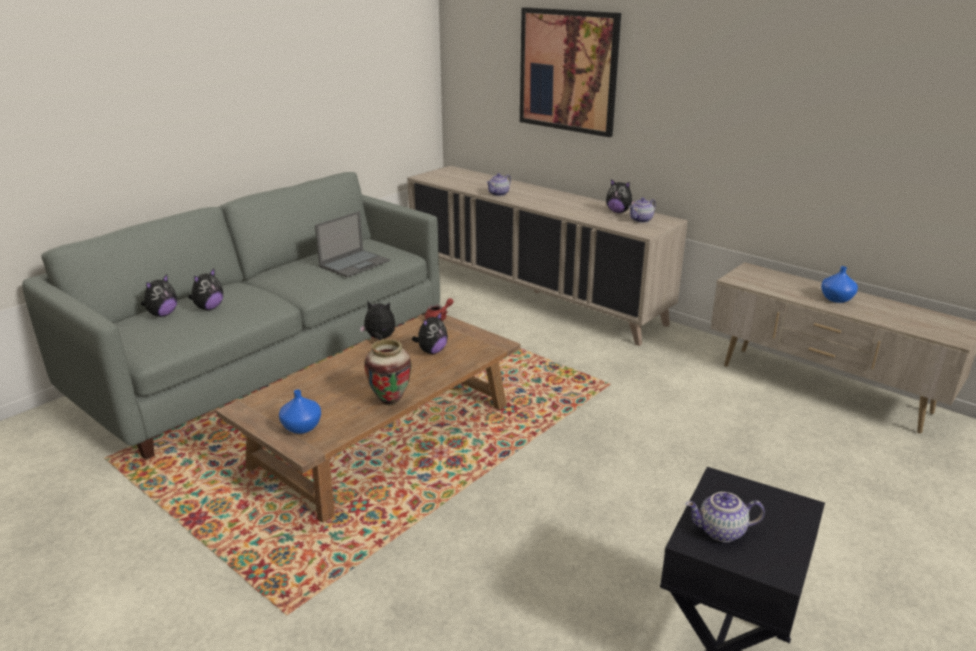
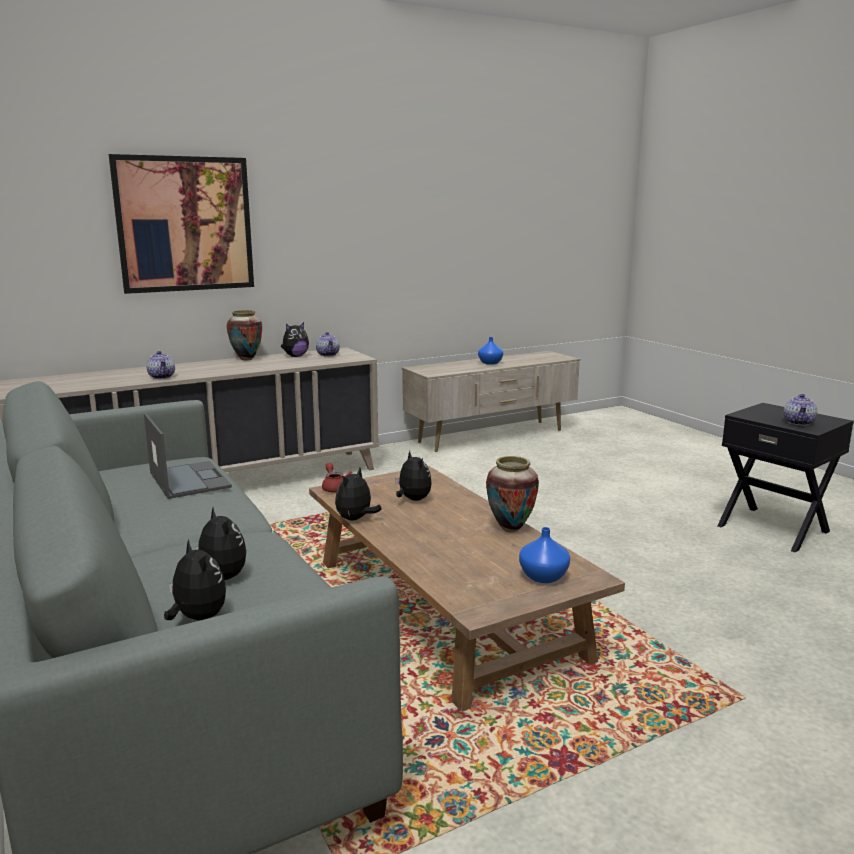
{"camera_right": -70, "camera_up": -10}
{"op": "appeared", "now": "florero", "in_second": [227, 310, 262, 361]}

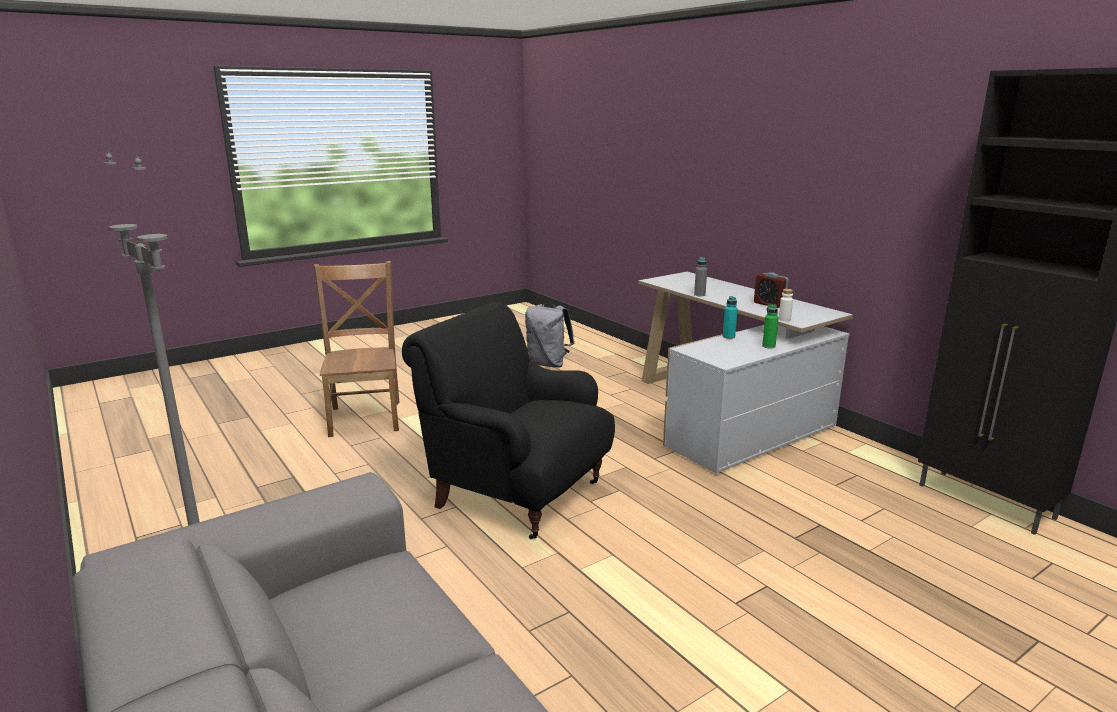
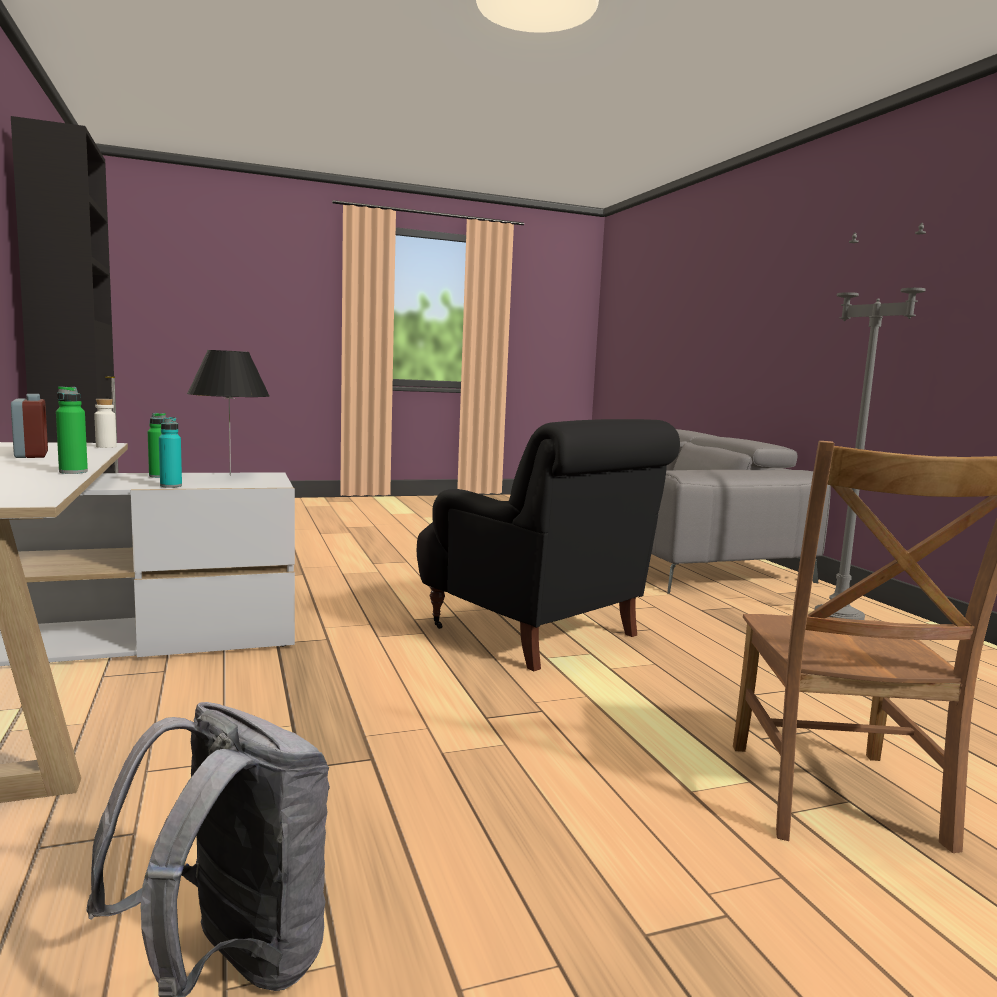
{"camera_right": -165, "camera_up": -10}
{"op": "colour", "was": "botella [gris]", "now": "botella [verde]", "in_first": [694, 257, 707, 296], "in_second": [56, 386, 88, 474]}
{"op": "appeared", "now": "lámpara de mesa [negro]", "in_second": [187, 350, 270, 476]}

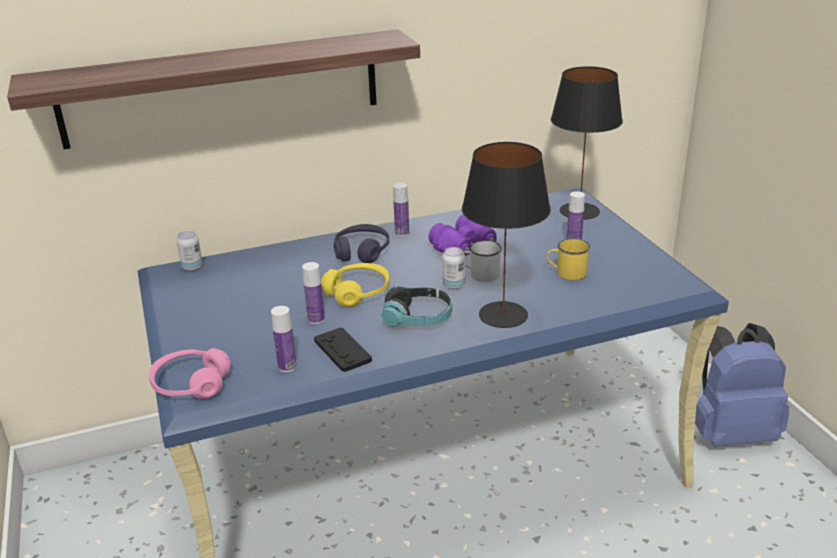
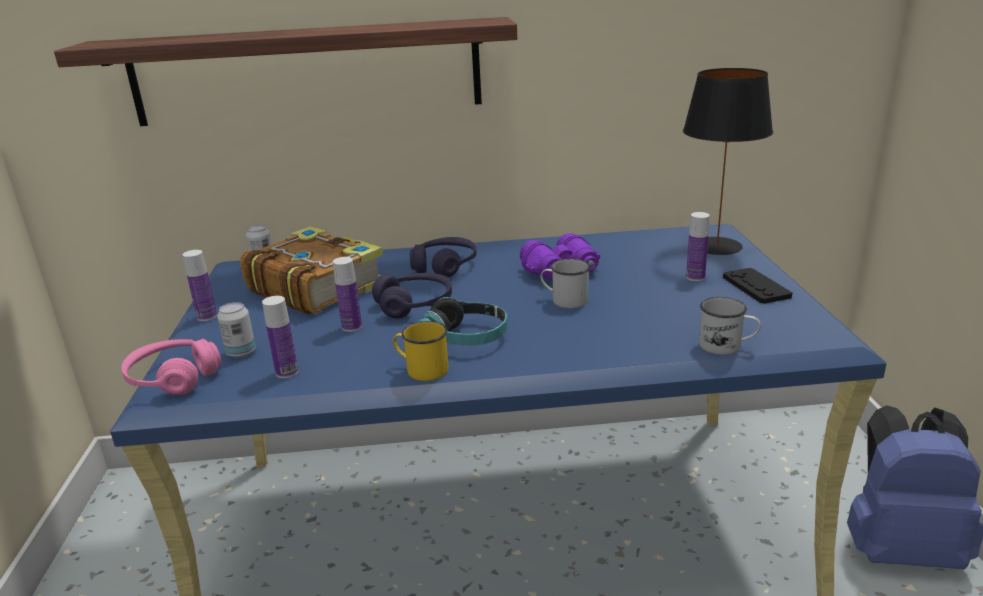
{"camera_right": 15, "camera_up": -5}
{"op": "relocated", "was": "mando de consola [negro]", "in_first": [314, 327, 372, 372], "in_second": [723, 268, 792, 304]}
{"op": "colour", "was": "auriculares [amarillo]", "now": "auriculares [morado]", "in_first": [321, 263, 389, 307], "in_second": [372, 273, 452, 319]}
{"op": "relocated", "was": "botella", "in_first": [393, 183, 409, 236], "in_second": [183, 250, 217, 321]}
{"op": "relocated", "was": "lata", "in_first": [442, 247, 465, 289], "in_second": [217, 302, 256, 358]}
{"op": "missing", "was": "lámpara de mesa [negro]", "in_first": [462, 142, 551, 328]}
{"op": "relocated", "was": "taza grande [amarillo]", "in_first": [547, 238, 590, 280], "in_second": [393, 321, 449, 381]}
{"op": "appeared", "now": "libro", "in_second": [240, 226, 383, 314]}
{"op": "appeared", "now": "taza grande [blanco]", "in_second": [699, 297, 761, 355]}

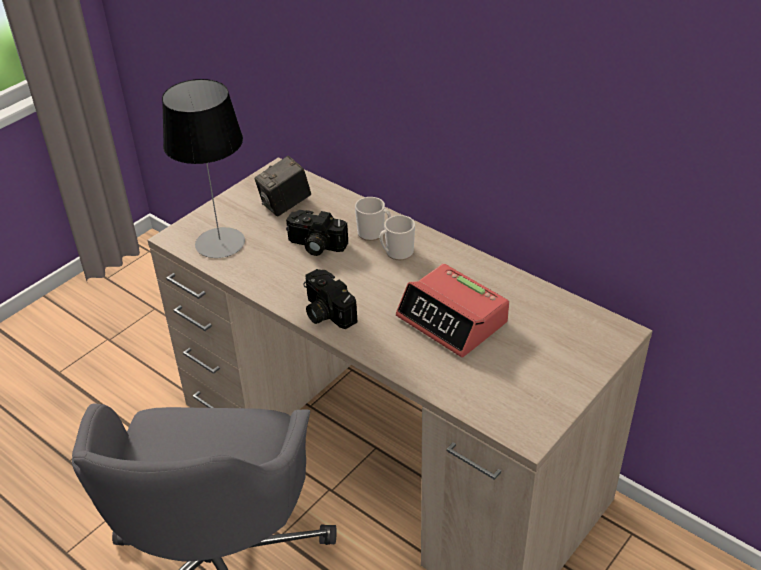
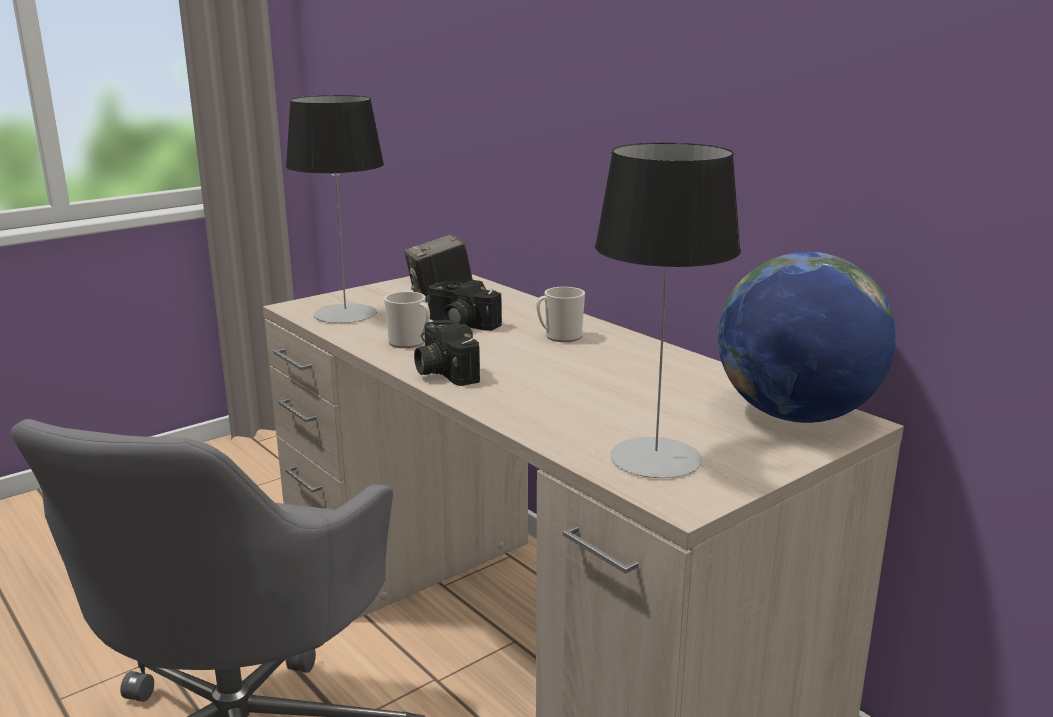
{"camera_right": 10, "camera_up": -20}
{"op": "relocated", "was": "taza grande", "in_first": [355, 197, 391, 241], "in_second": [384, 292, 430, 348]}
{"op": "missing", "was": "despertador", "in_first": [396, 264, 509, 357]}
{"op": "appeared", "now": "lámpara de mesa", "in_second": [595, 143, 741, 478]}
{"op": "appeared", "now": "globo terráqueo", "in_second": [718, 252, 896, 423]}

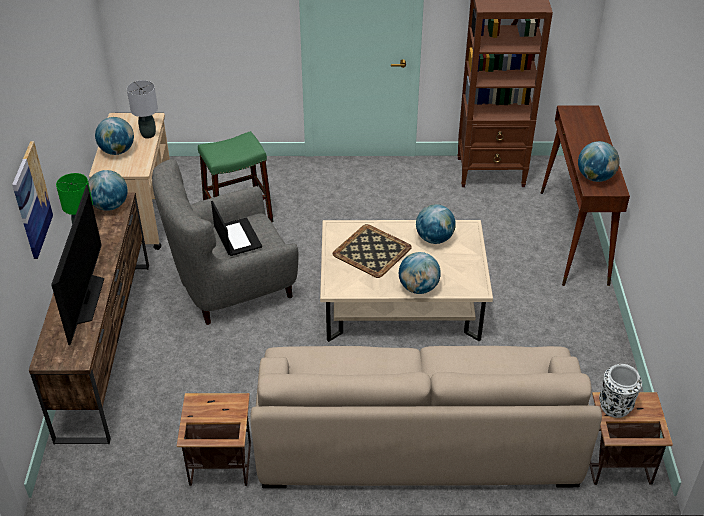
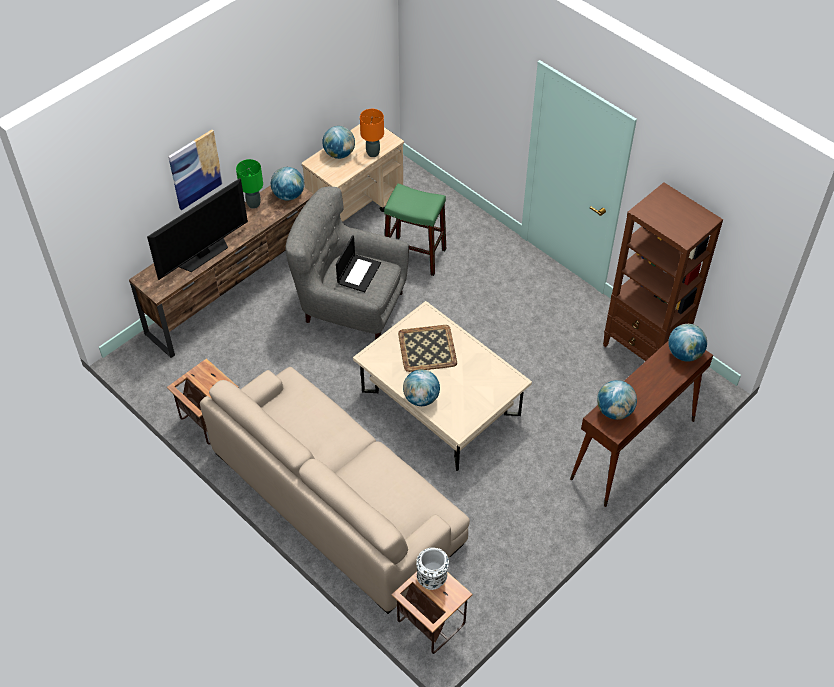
{"camera_right": 45, "camera_up": 10}
{"op": "colour", "was": "lámpara de mesa [gris]", "now": "lámpara de mesa [naranja]", "in_first": [127, 80, 158, 139], "in_second": [360, 109, 384, 157]}
{"op": "relocated", "was": "globo terráqueo", "in_first": [416, 204, 456, 244], "in_second": [668, 324, 707, 362]}

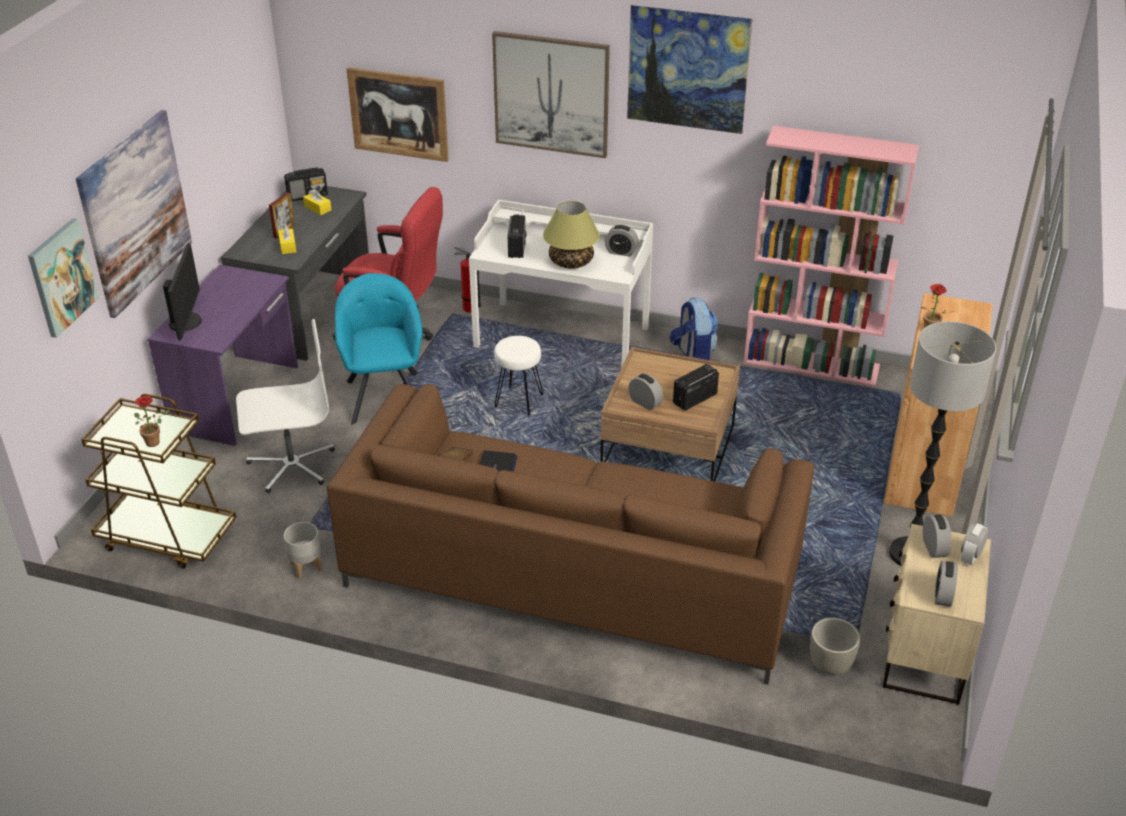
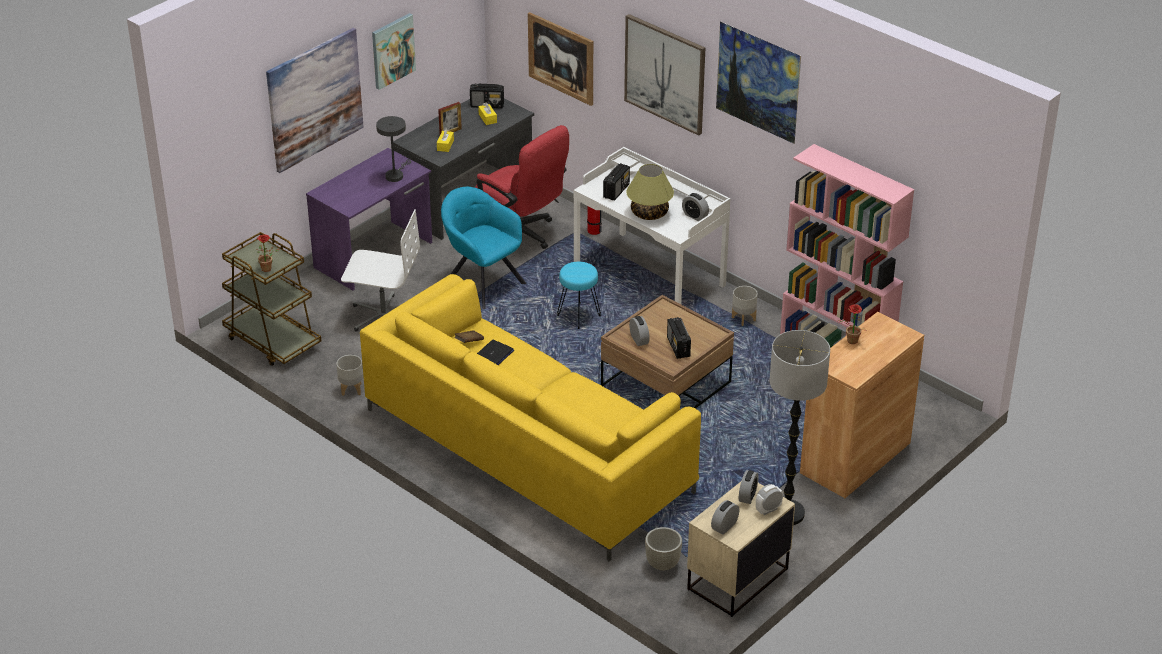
{"camera_right": 25, "camera_up": 0}
{"op": "relocated", "was": "cuadro", "in_first": [28, 218, 99, 338], "in_second": [372, 13, 416, 90]}
{"op": "missing", "was": "monitor", "in_first": [163, 243, 202, 341]}
{"op": "colour", "was": "sofá [marrón]", "now": "sofá [amarillo]", "in_first": [327, 384, 814, 685], "in_second": [360, 274, 701, 561]}
{"op": "spun", "was": "sillón [turquesa]", "in_first": [335, 273, 423, 425], "in_second": [441, 187, 527, 309], "clockwise": -60}
{"op": "colour", "was": "taburete [blanco]", "now": "taburete [turquesa]", "in_first": [494, 336, 543, 415], "in_second": [557, 262, 601, 329]}
{"op": "exchanged", "was": "mochila", "now": "maceta [gris]", "in_first": [670, 297, 718, 360], "in_second": [732, 286, 758, 326]}
{"op": "spun", "was": "radio", "in_first": [673, 364, 719, 411], "in_second": [667, 317, 691, 359], "clockwise": -90}
{"op": "appeared", "now": "lámpara de mesa [gris]", "in_second": [376, 116, 411, 182]}

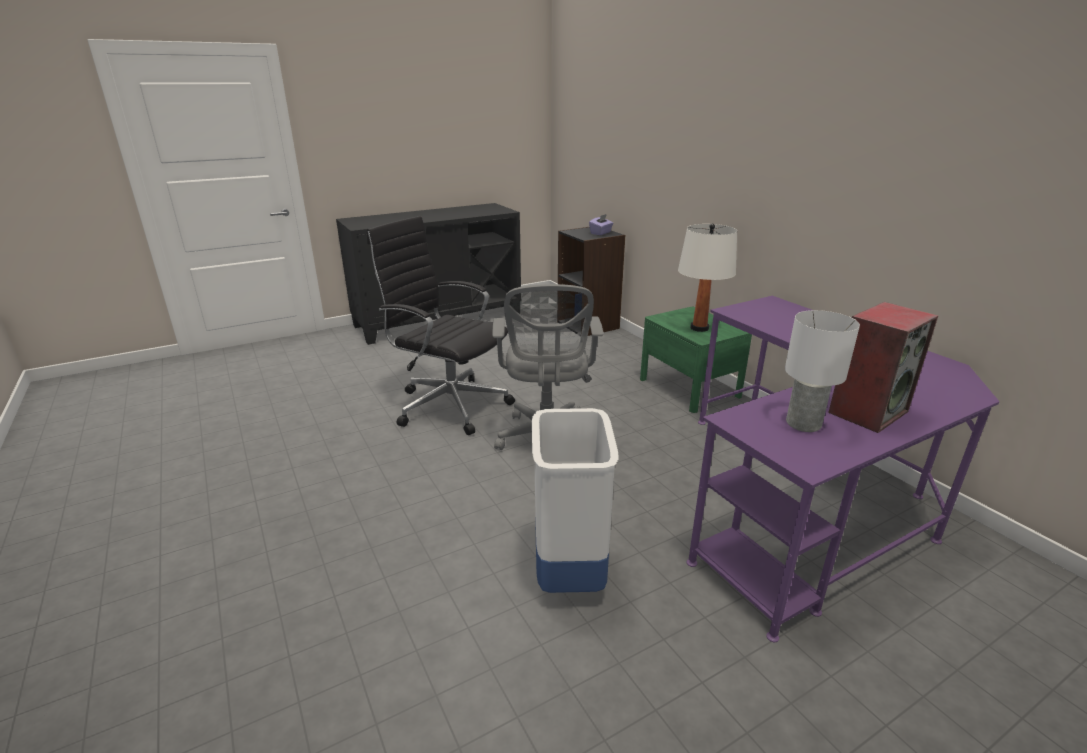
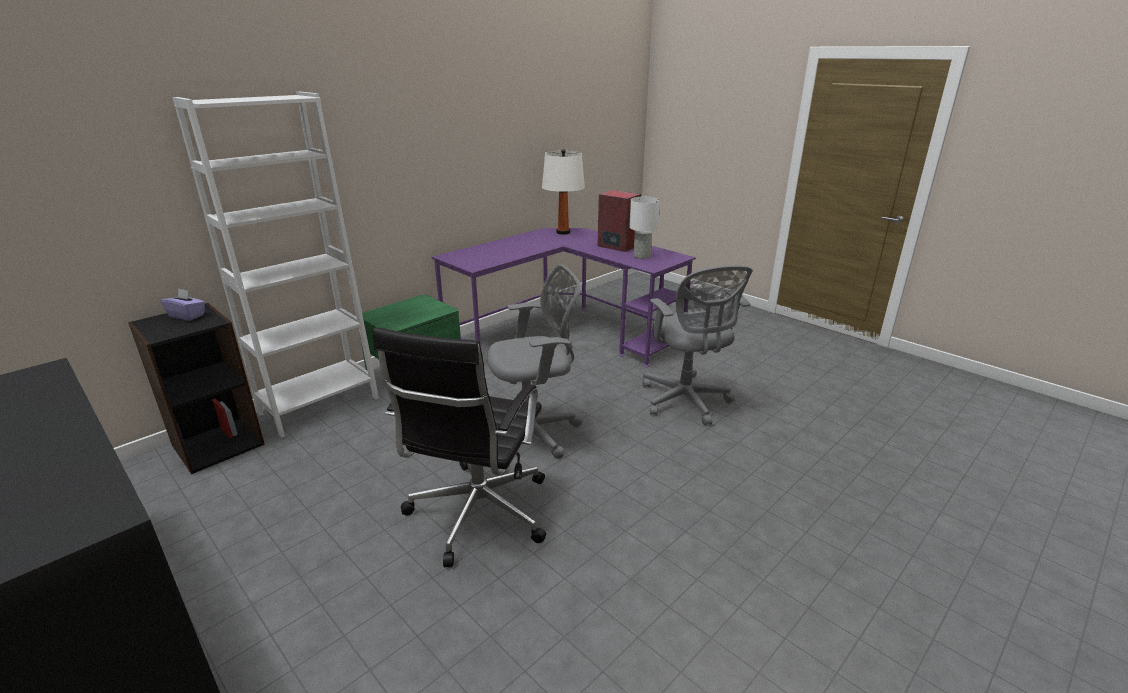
{"camera_right": -105, "camera_up": 0}
{"op": "exchanged", "was": "papelera [blanco]", "now": "silla de oficina [gris]", "in_first": [532, 408, 619, 593], "in_second": [642, 265, 753, 425]}
{"op": "relocated", "was": "lámpara de mesa [blanco]", "in_first": [678, 224, 737, 332], "in_second": [542, 149, 585, 235]}
{"op": "appeared", "now": "estantería [blanco]", "in_second": [173, 92, 379, 438]}

